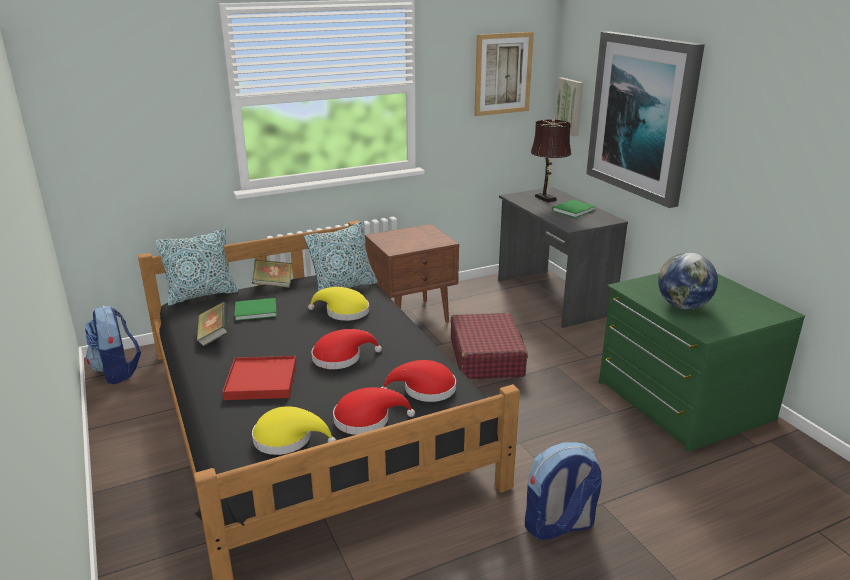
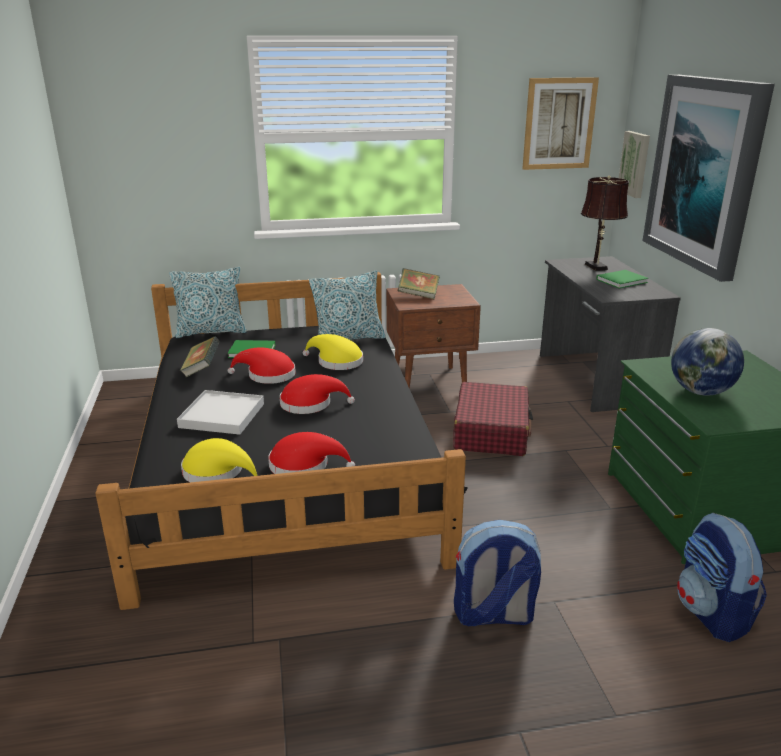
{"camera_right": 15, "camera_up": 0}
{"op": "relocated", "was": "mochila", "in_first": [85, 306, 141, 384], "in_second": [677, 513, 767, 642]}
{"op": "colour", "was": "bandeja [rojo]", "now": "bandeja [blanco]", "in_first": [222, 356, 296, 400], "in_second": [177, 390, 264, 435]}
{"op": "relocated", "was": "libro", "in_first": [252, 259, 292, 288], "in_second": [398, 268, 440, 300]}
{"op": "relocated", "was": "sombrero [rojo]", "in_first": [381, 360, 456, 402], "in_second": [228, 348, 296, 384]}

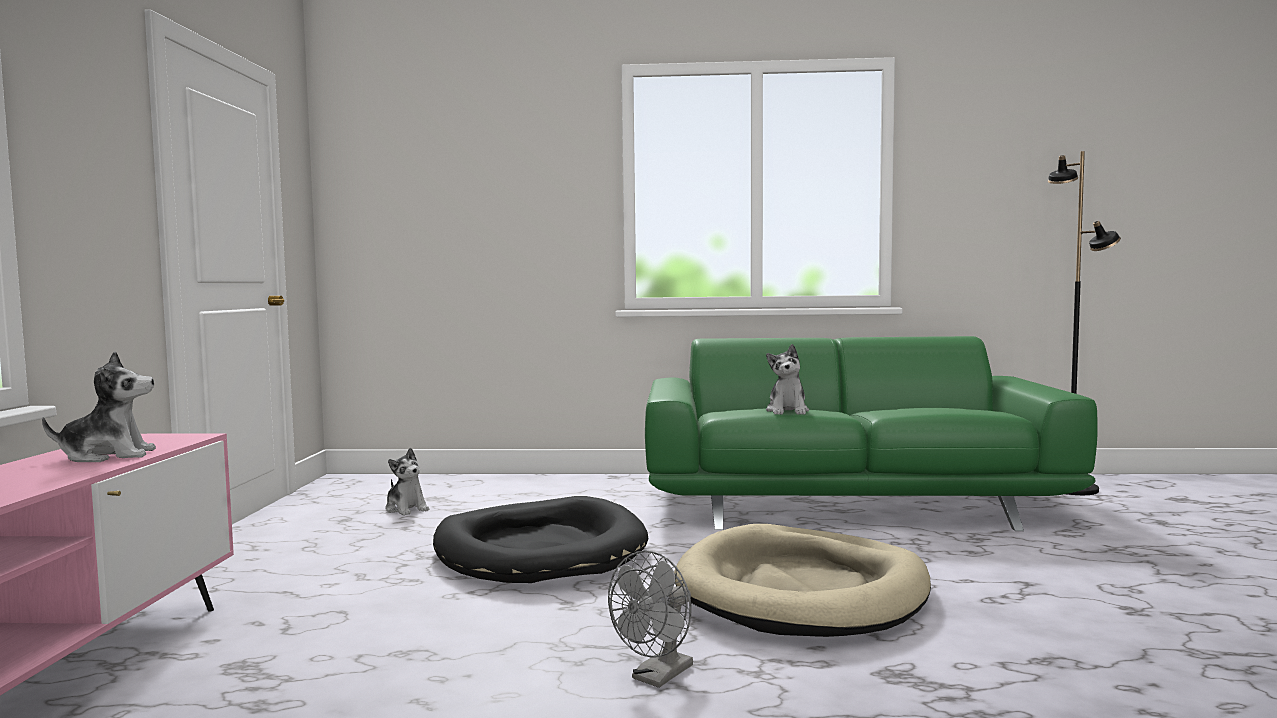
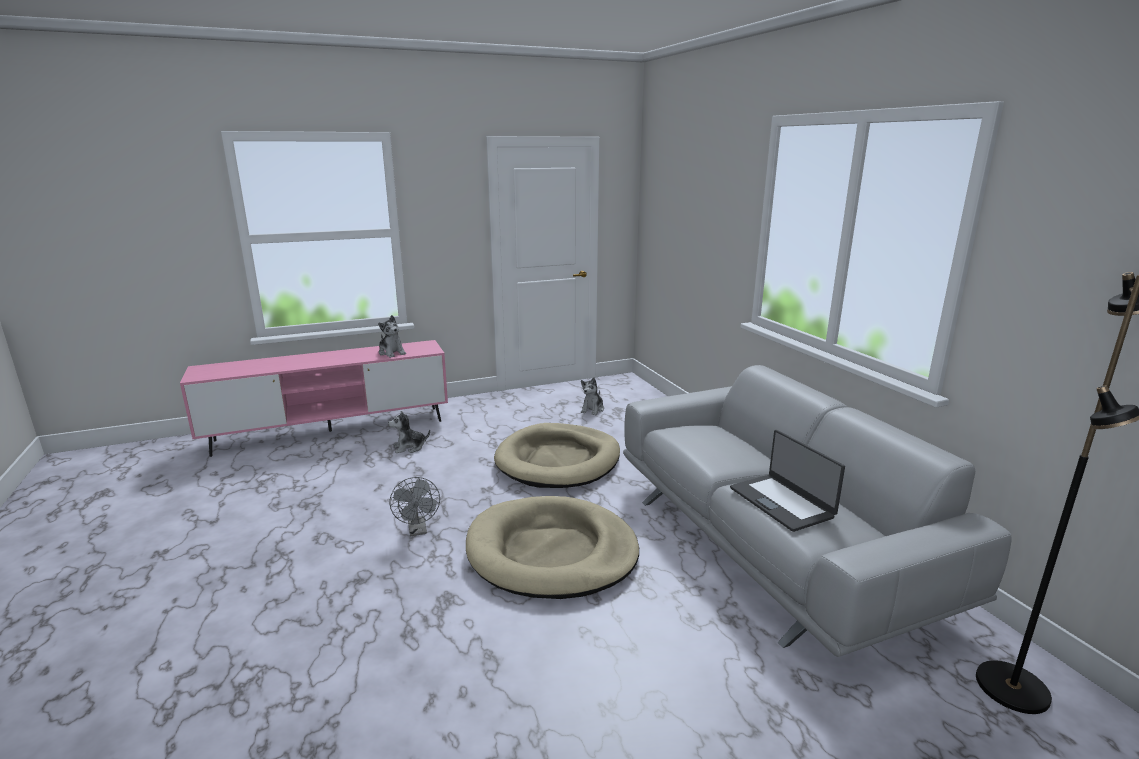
{"camera_right": 65, "camera_up": 15}
{"op": "colour", "was": "cama para perro [negro]", "now": "cama para perro [beis]", "in_first": [433, 496, 649, 583], "in_second": [494, 423, 620, 488]}
{"op": "spun", "was": "ventilador [gris]", "in_first": [608, 551, 693, 688], "in_second": [390, 477, 440, 536], "clockwise": -120}
{"op": "colour", "was": "sofá [verde]", "now": "sofá [gris]", "in_first": [645, 336, 1098, 531], "in_second": [623, 365, 1012, 657]}
{"op": "relocated", "was": "peluche", "in_first": [766, 344, 809, 415], "in_second": [388, 411, 430, 453]}
{"op": "appeared", "now": "portátil", "in_second": [730, 430, 845, 532]}

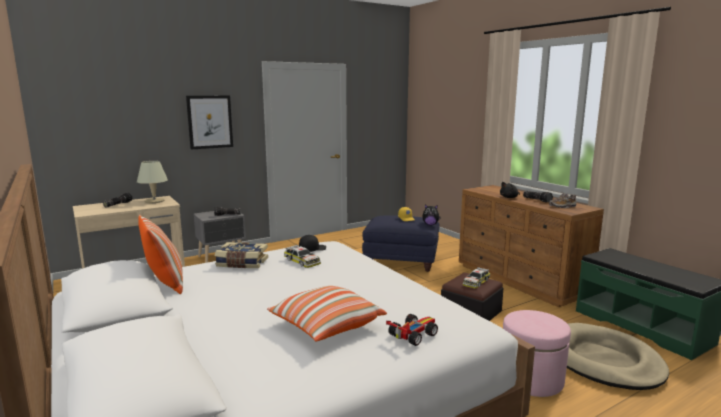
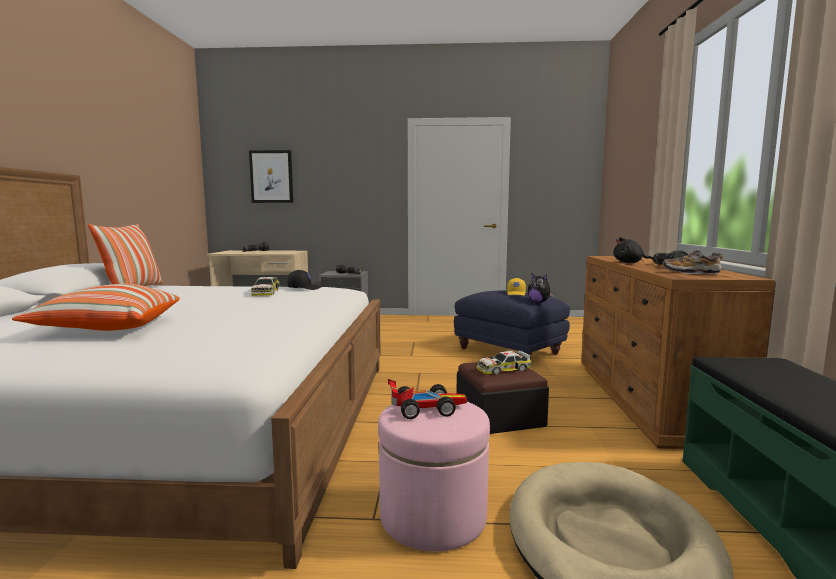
{"camera_right": 35, "camera_up": -5}
{"op": "missing", "was": "lámpara de mesa [beis]", "in_first": [137, 161, 168, 203]}
{"op": "relocated", "was": "cuadro", "in_first": [186, 96, 233, 149], "in_second": [249, 150, 293, 203]}
{"op": "missing", "was": "libro", "in_first": [215, 242, 268, 268]}
{"op": "relocated", "was": "coche de juguete", "in_first": [386, 314, 438, 346], "in_second": [388, 379, 467, 419]}

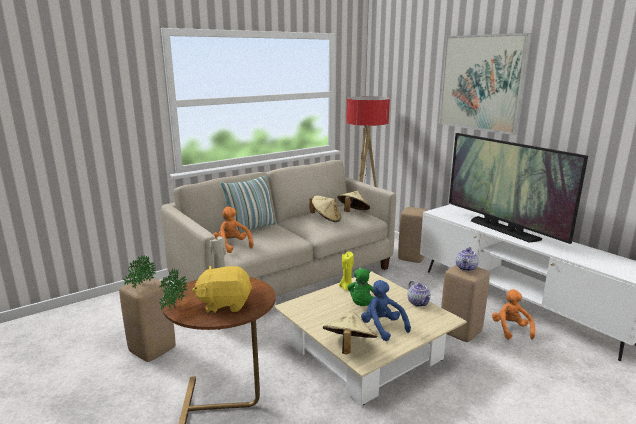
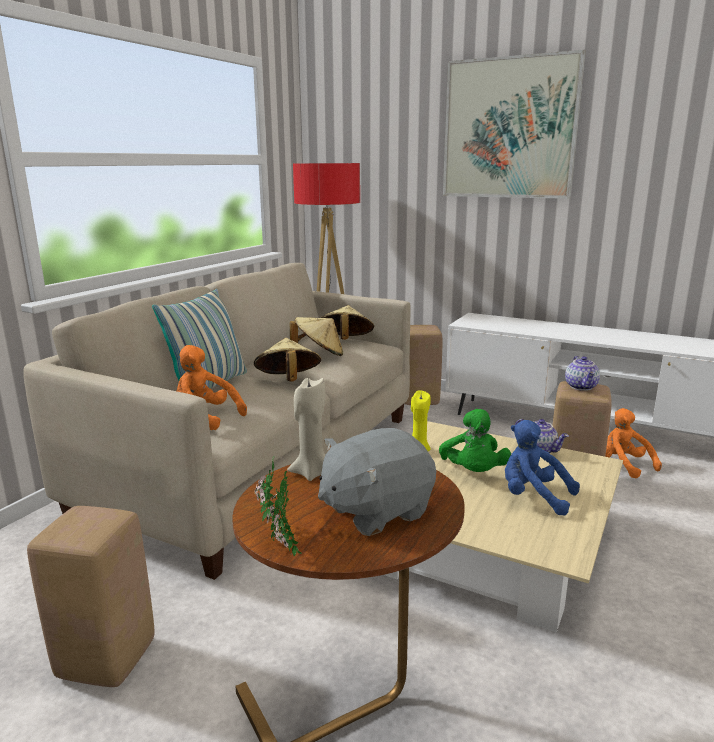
{"camera_right": -25, "camera_up": 0}
{"op": "missing", "was": "planta en maceta", "in_first": [123, 255, 156, 289]}
{"op": "colour", "was": "peluche [amarillo]", "now": "peluche [gris]", "in_first": [192, 266, 252, 313], "in_second": [318, 428, 436, 536]}
{"op": "relocated", "was": "sombrero [beis]", "in_first": [323, 311, 378, 354], "in_second": [254, 338, 321, 382]}
{"op": "missing", "was": "televisor", "in_first": [449, 133, 588, 244]}

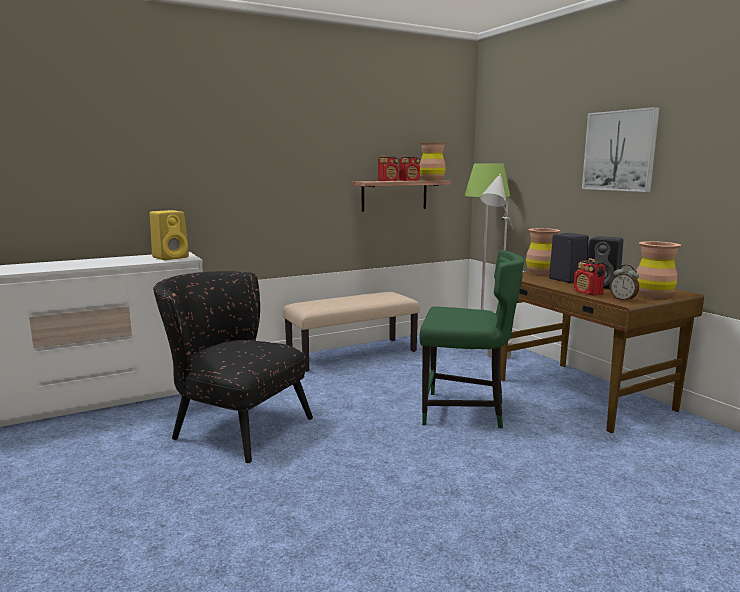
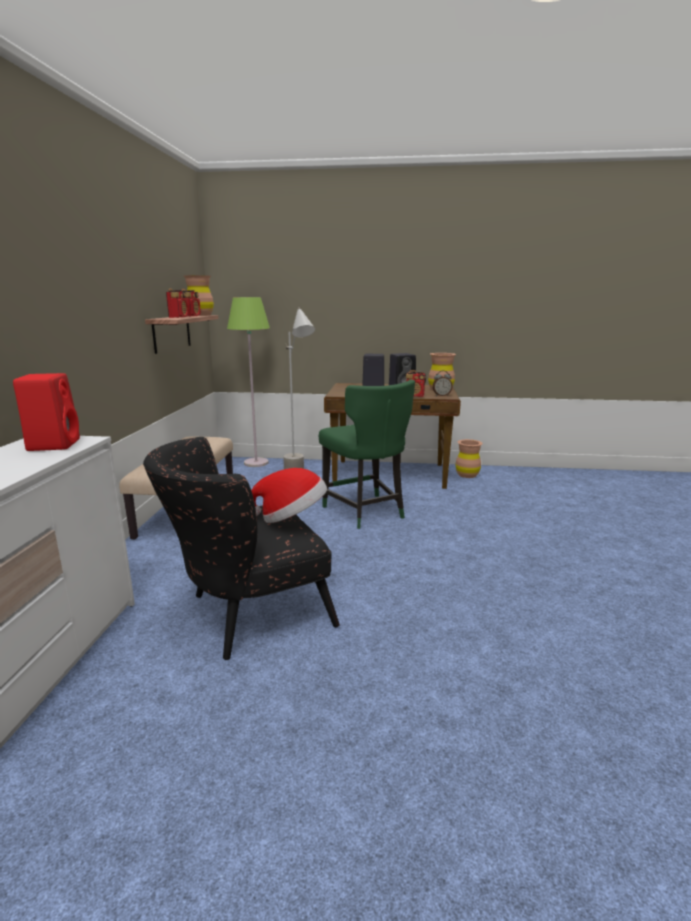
{"camera_right": -55, "camera_up": 5}
{"op": "colour", "was": "altavoz [amarillo]", "now": "altavoz [rojo]", "in_first": [150, 210, 189, 260], "in_second": [13, 373, 80, 451]}
{"op": "spun", "was": "silla [verde]", "in_first": [419, 250, 524, 429], "in_second": [319, 380, 415, 529], "clockwise": 105}
{"op": "relocated", "was": "florero [marrón]", "in_first": [526, 228, 561, 275], "in_second": [455, 439, 483, 478]}
{"op": "missing", "was": "cuadro", "in_first": [582, 107, 660, 192]}
{"op": "appeared", "now": "sombrero", "in_second": [251, 468, 327, 523]}

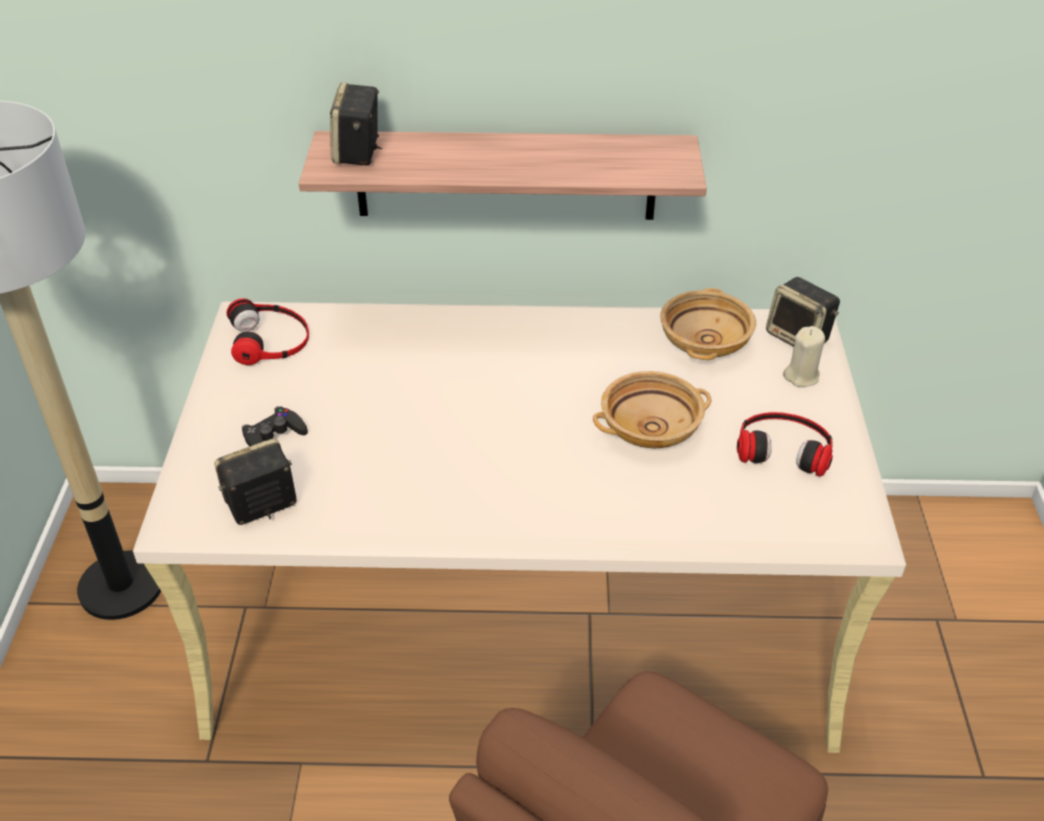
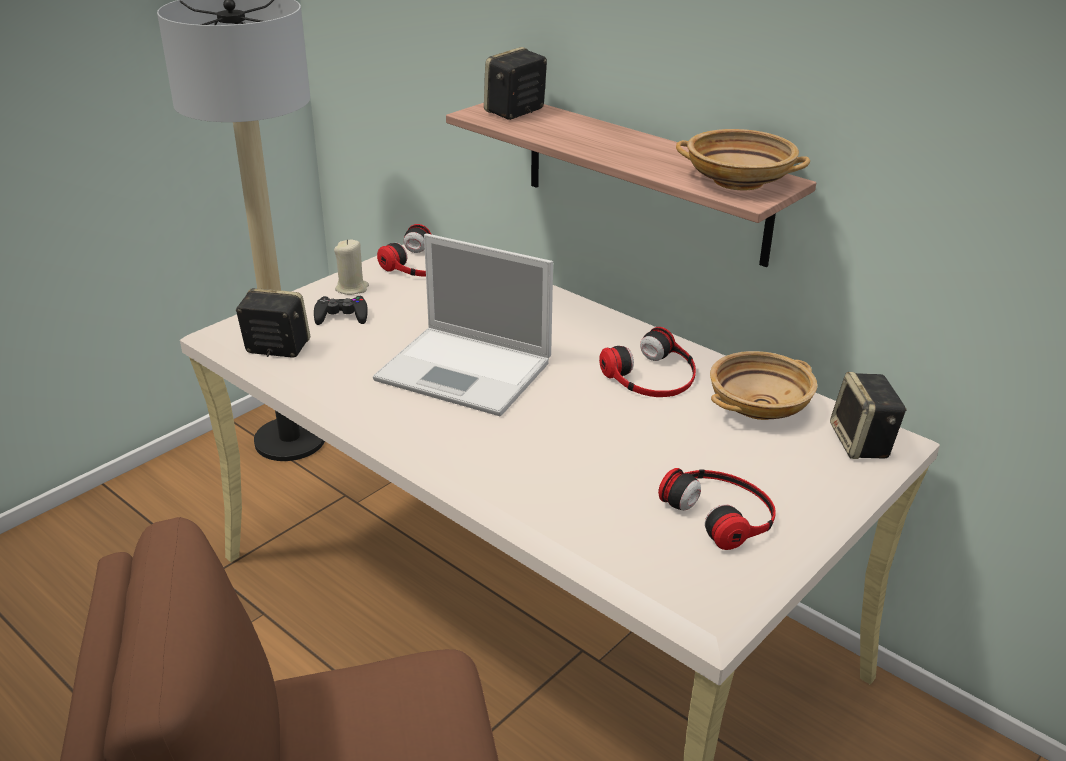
{"camera_right": 40, "camera_up": -10}
{"op": "relocated", "was": "cuenco [beis]", "in_first": [593, 371, 711, 448], "in_second": [676, 129, 810, 190]}
{"op": "relocated", "was": "vela [beis]", "in_first": [783, 326, 825, 387], "in_second": [334, 239, 369, 295]}
{"op": "appeared", "now": "portátil", "in_second": [373, 234, 553, 416]}
{"op": "appeared", "now": "auriculares", "in_second": [599, 327, 696, 397]}

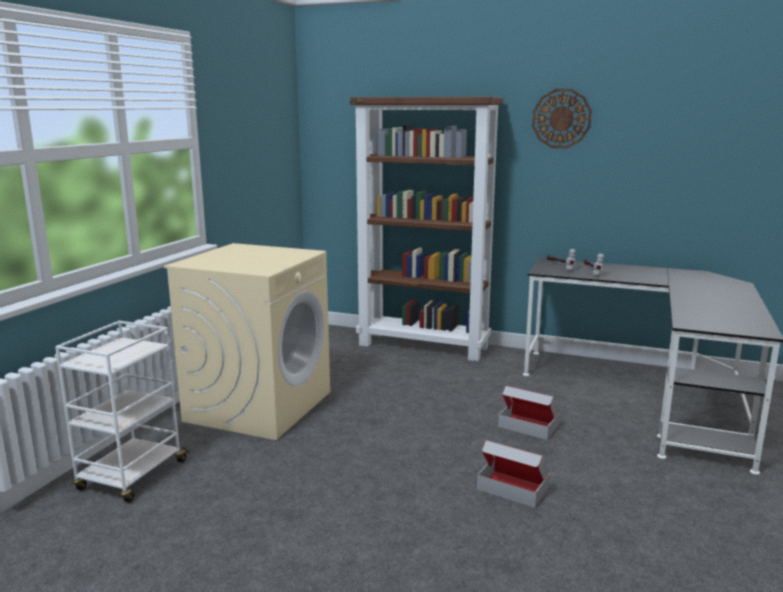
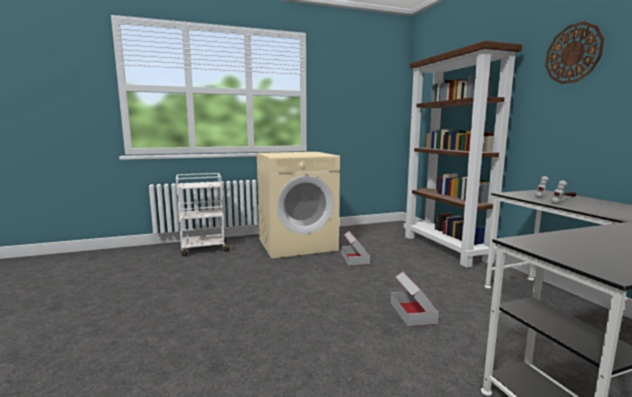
{"camera_right": 50, "camera_up": -5}
{"op": "relocated", "was": "caja de cartón", "in_first": [477, 440, 550, 508], "in_second": [341, 231, 370, 265]}

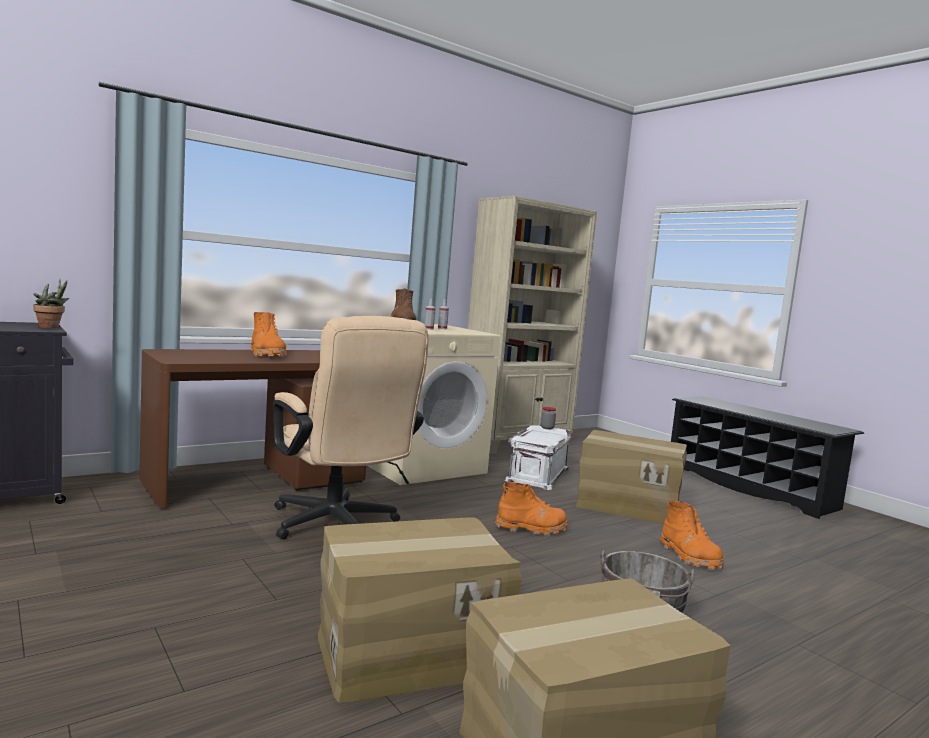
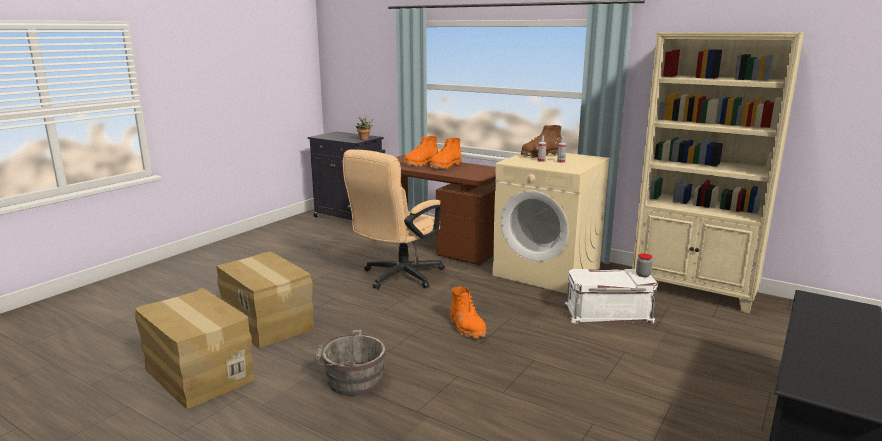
{"camera_right": 70, "camera_up": 10}
{"op": "missing", "was": "caja de cartón", "in_first": [576, 430, 687, 524]}
{"op": "relocated", "was": "bota [naranja]", "in_first": [660, 501, 724, 570], "in_second": [404, 136, 438, 166]}

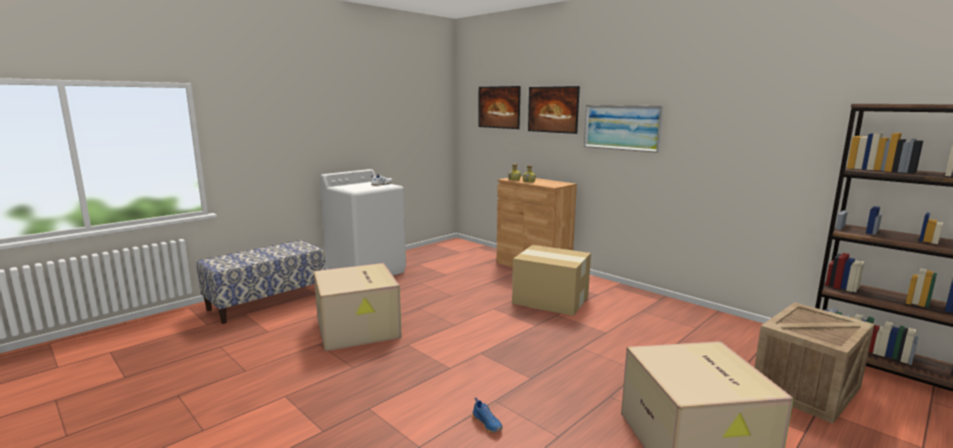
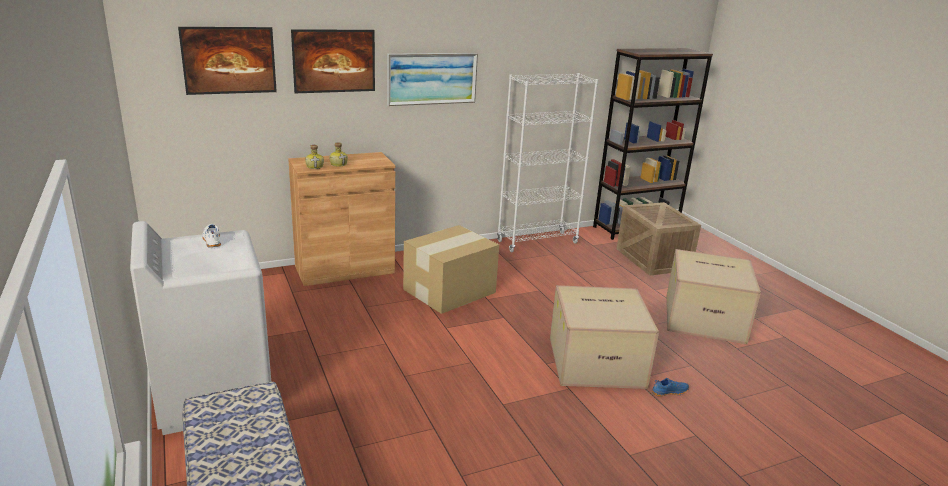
{"camera_right": -70, "camera_up": 10}
{"op": "relocated", "was": "caja de cartón", "in_first": [314, 263, 402, 351], "in_second": [550, 285, 659, 389]}
{"op": "appeared", "now": "estantería [blanco]", "in_second": [497, 73, 598, 253]}

